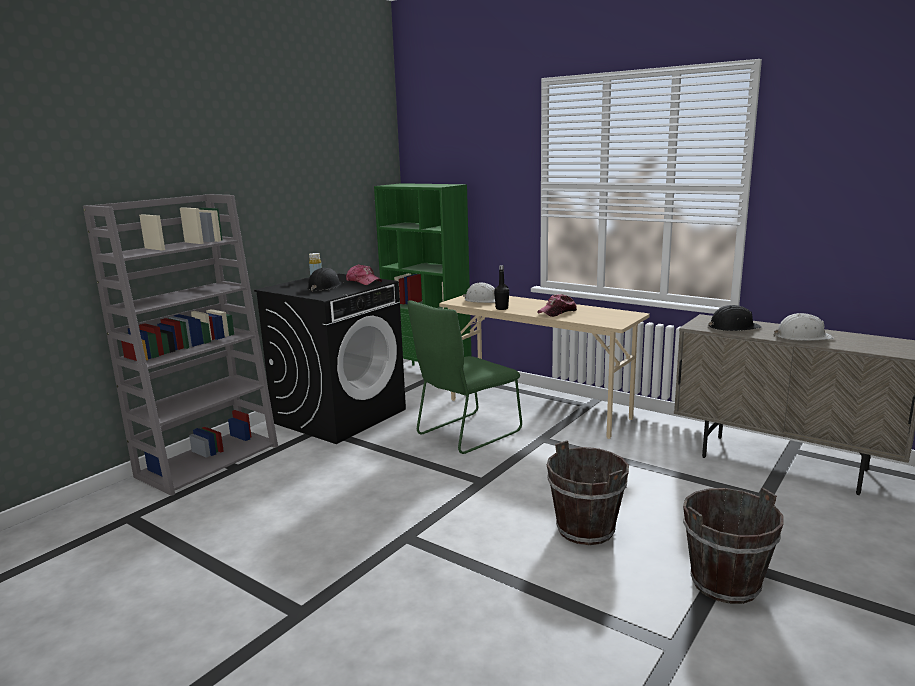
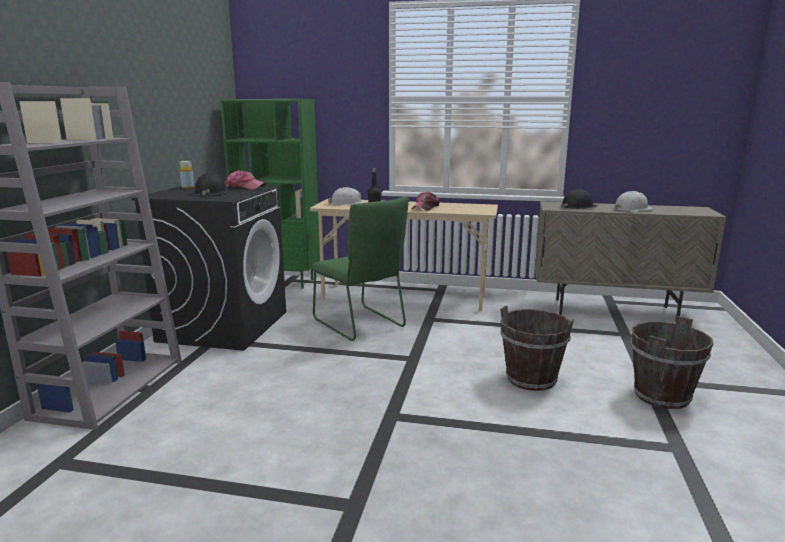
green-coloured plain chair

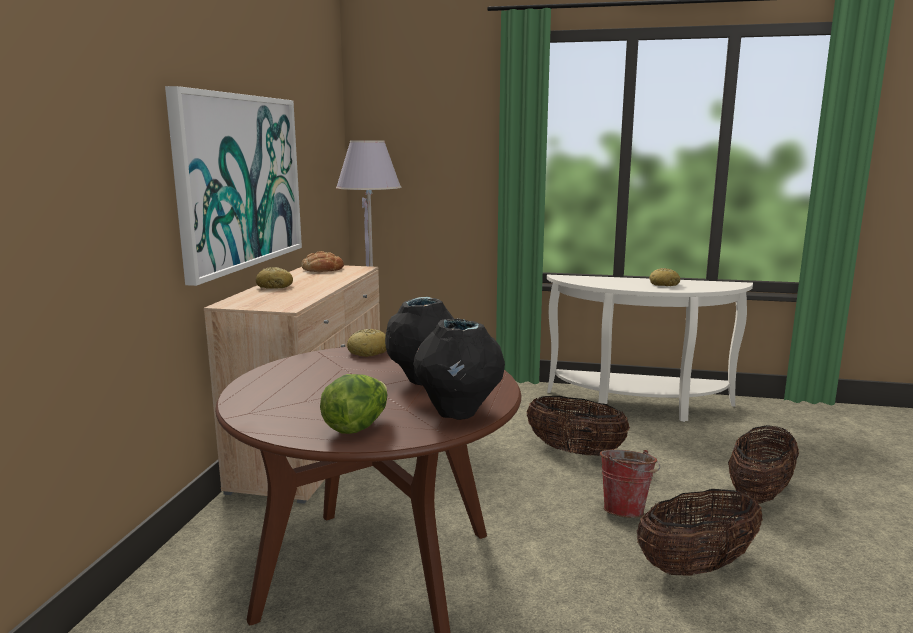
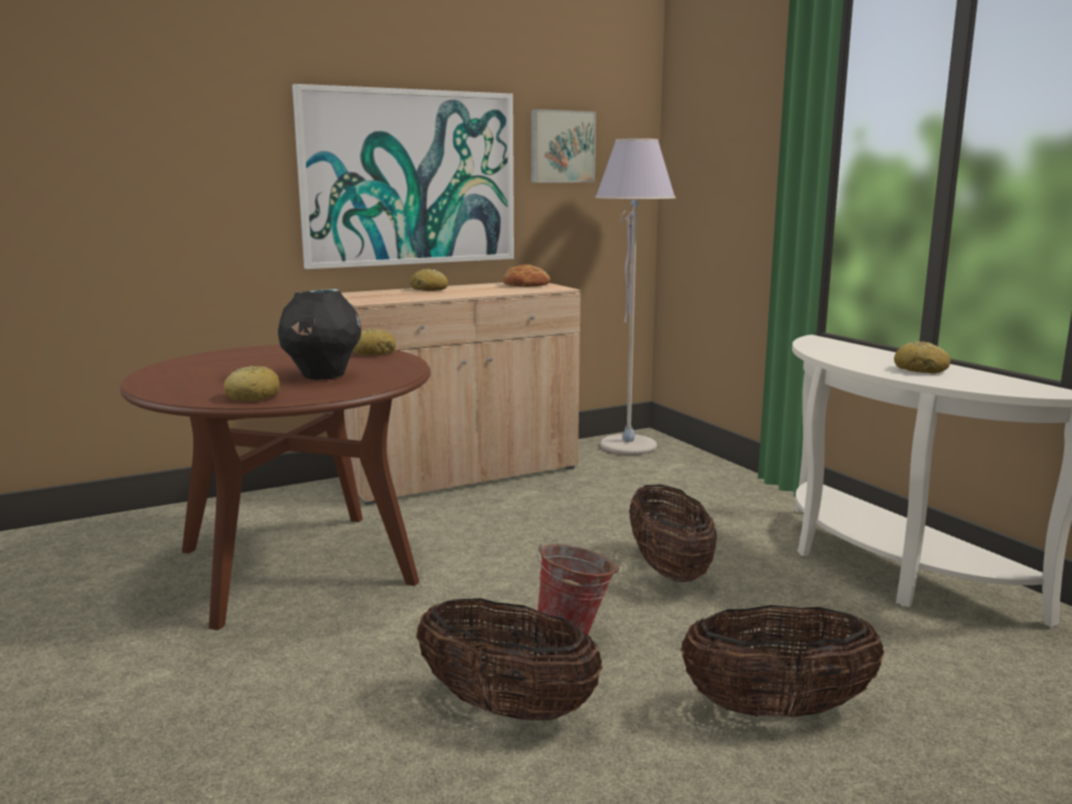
bakery bread (1st from left)
lettuce head
wall art (2nd from left)

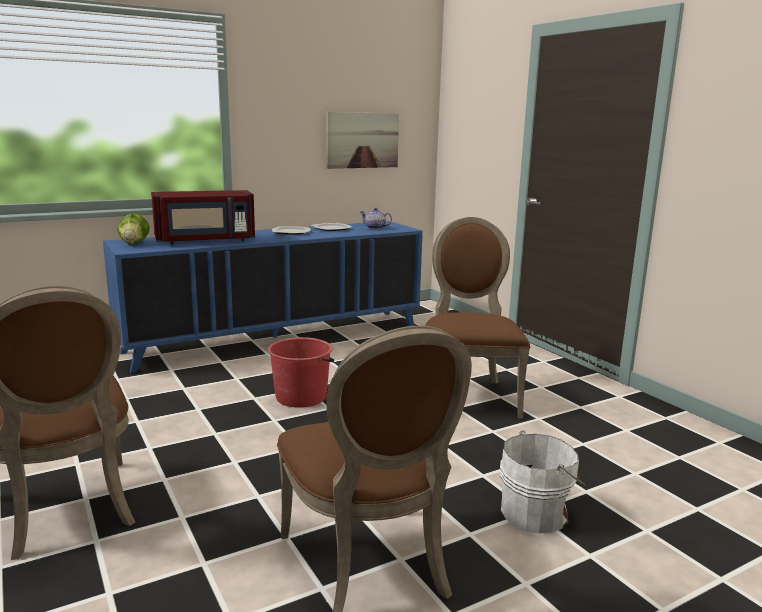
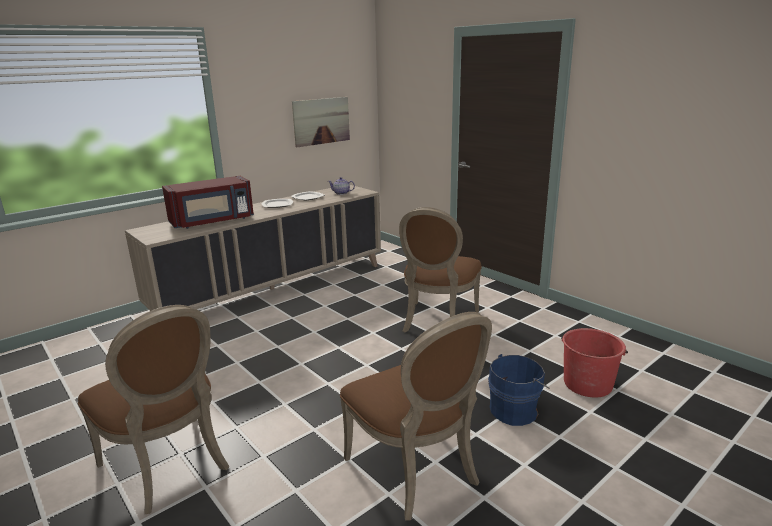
lettuce head
brownish plain chair (3rd from left)
sand-coloured storage cabinet
red bucket
bluish bucket

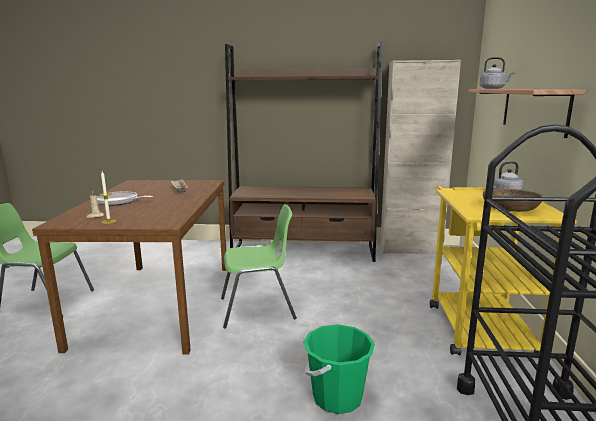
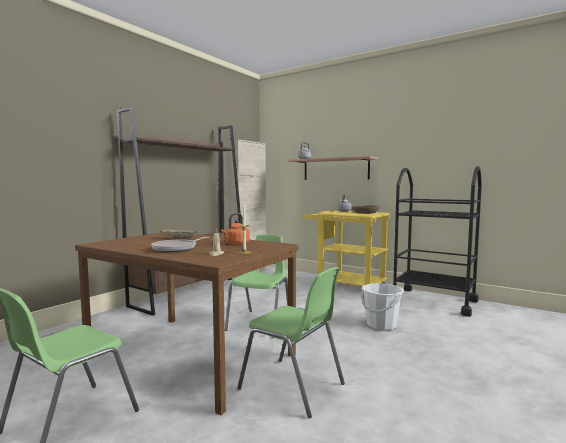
white-coloured bucket
orange water kettle
green-coloured plain chair (3rd from left)

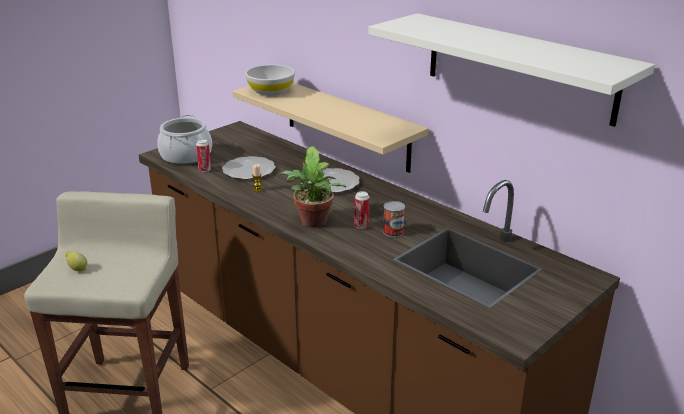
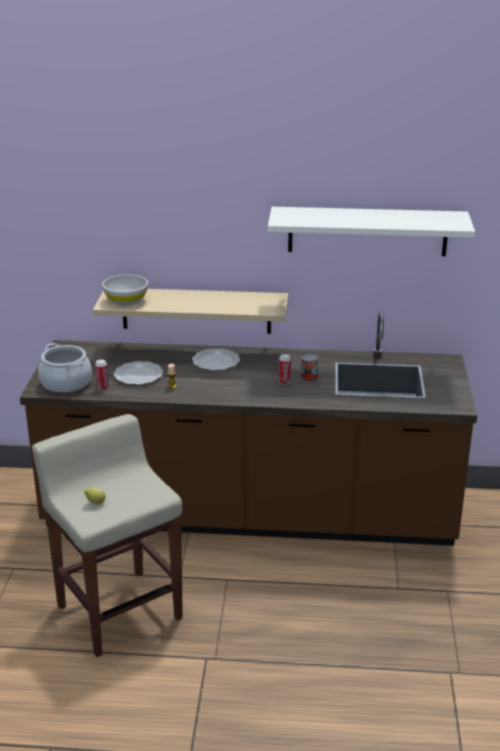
plant in a pot

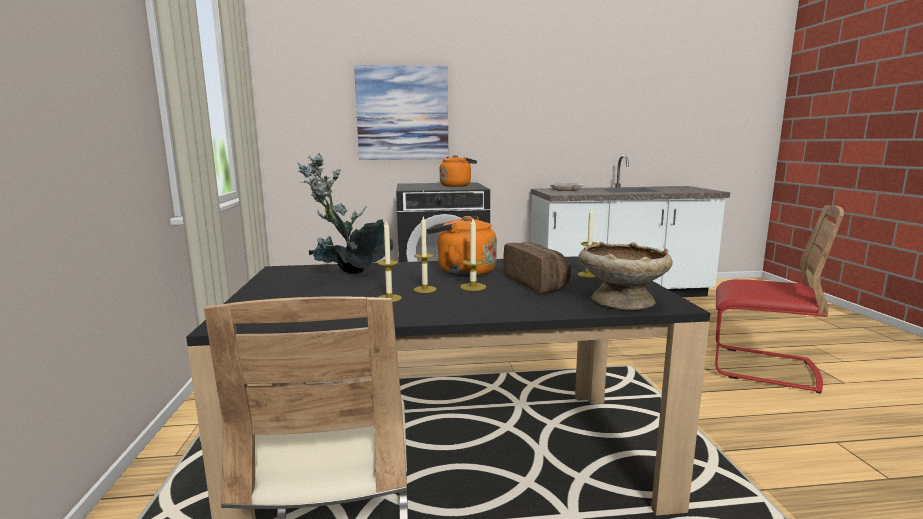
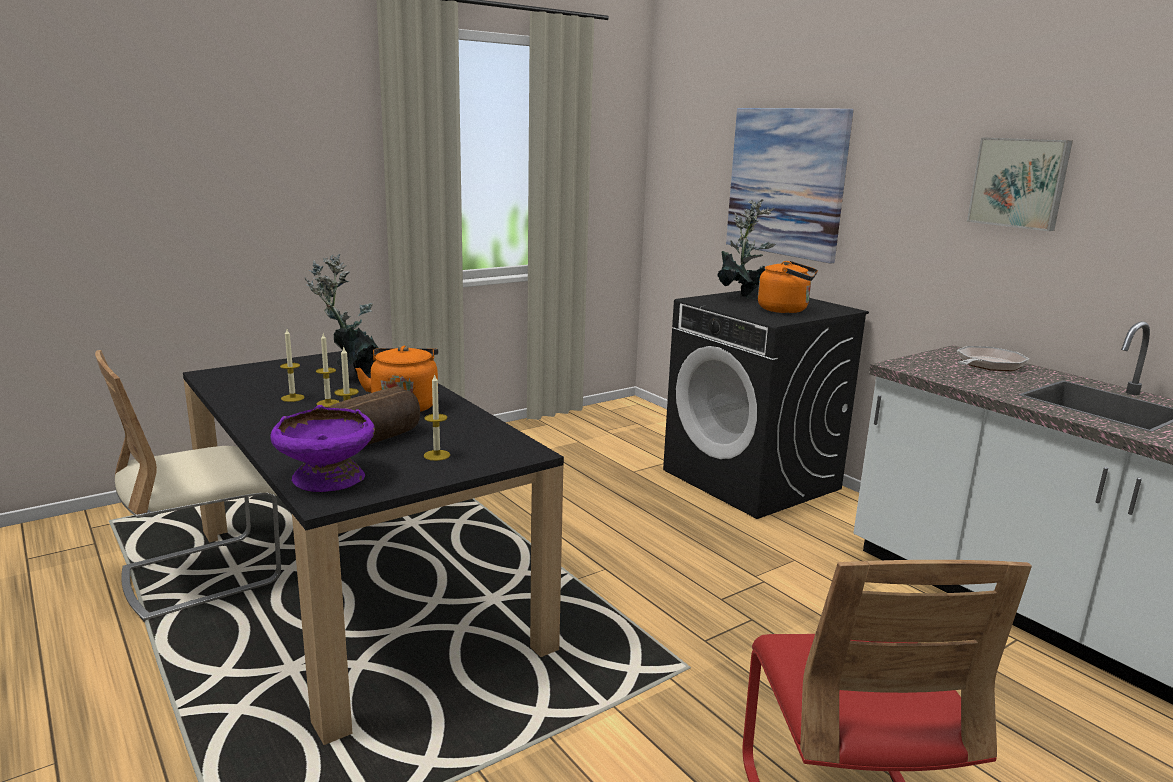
purplish bowl
wall art (2nd from left)
plant in a pot (2nd from left)

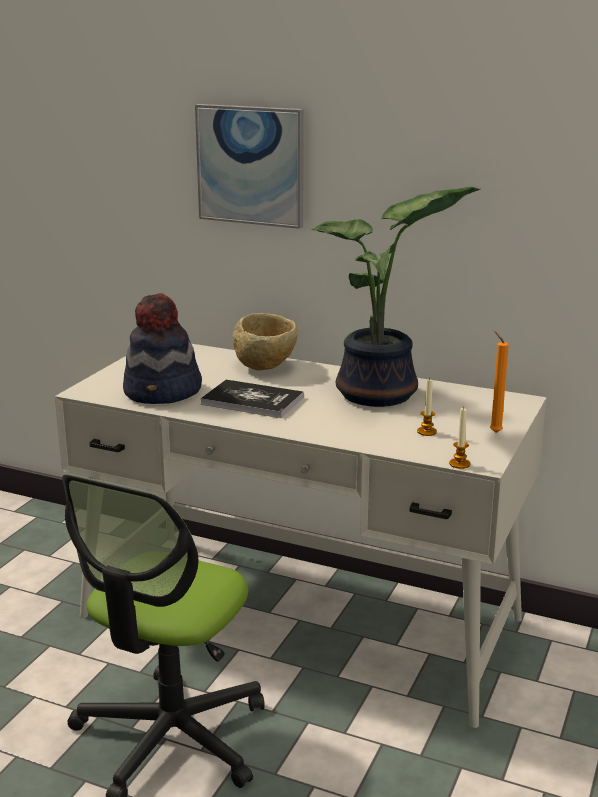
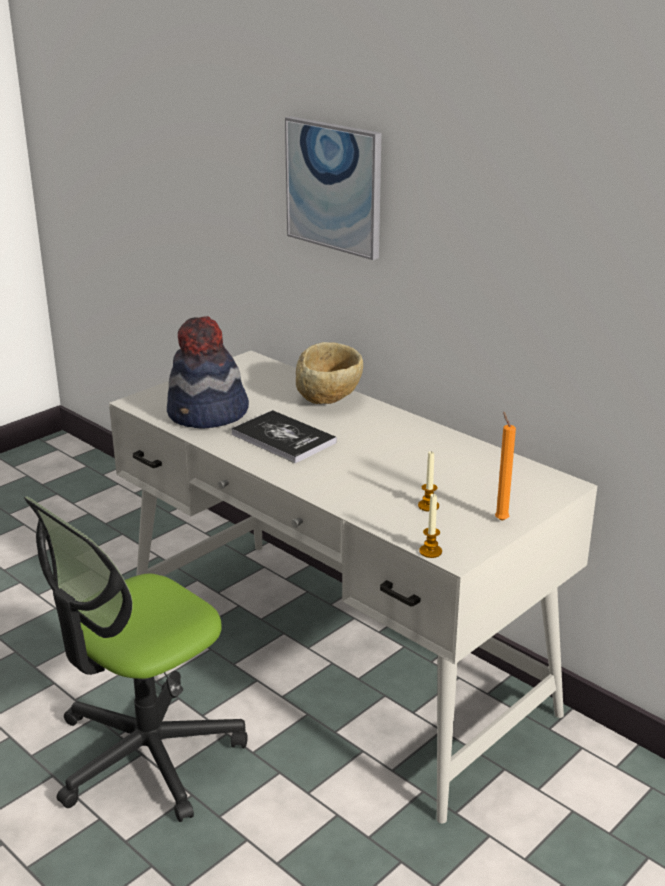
plant in a pot

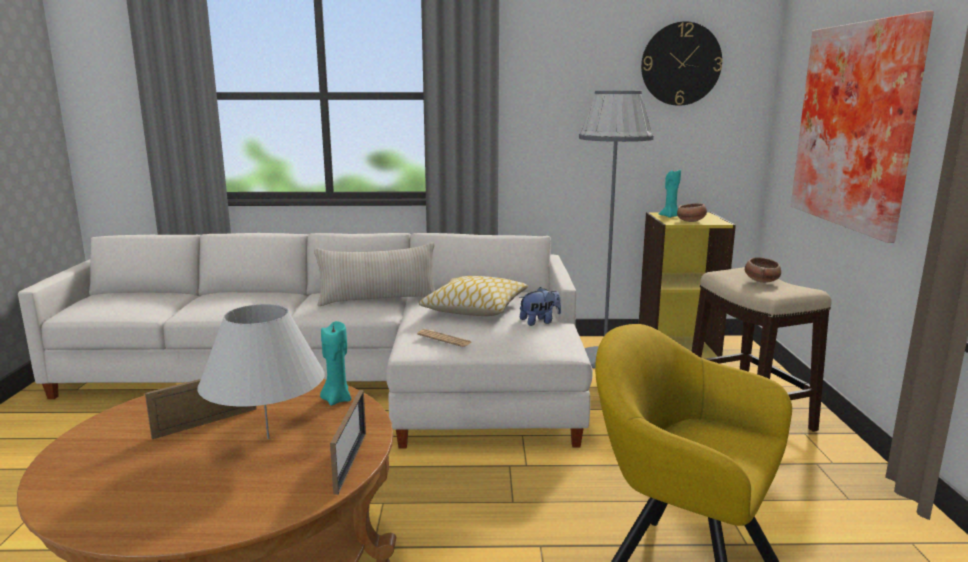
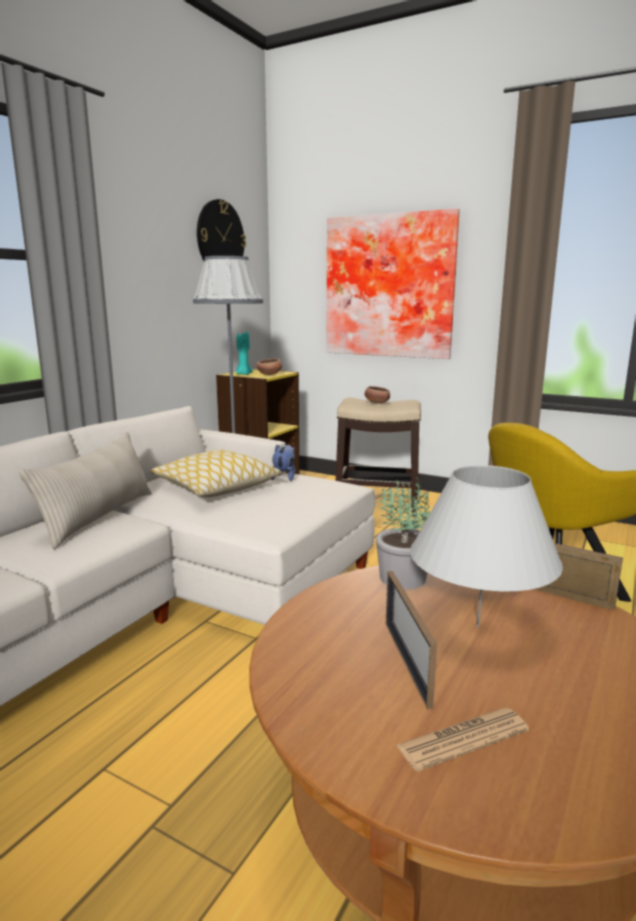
plant in a pot
daily paper

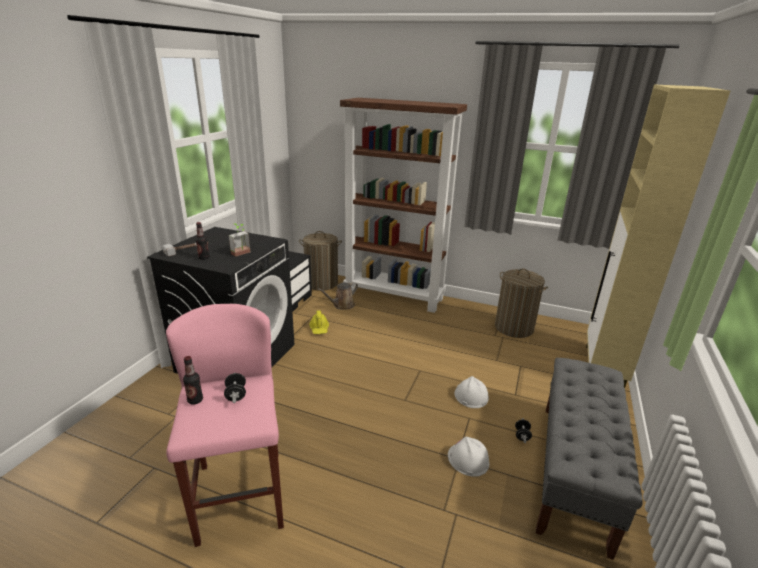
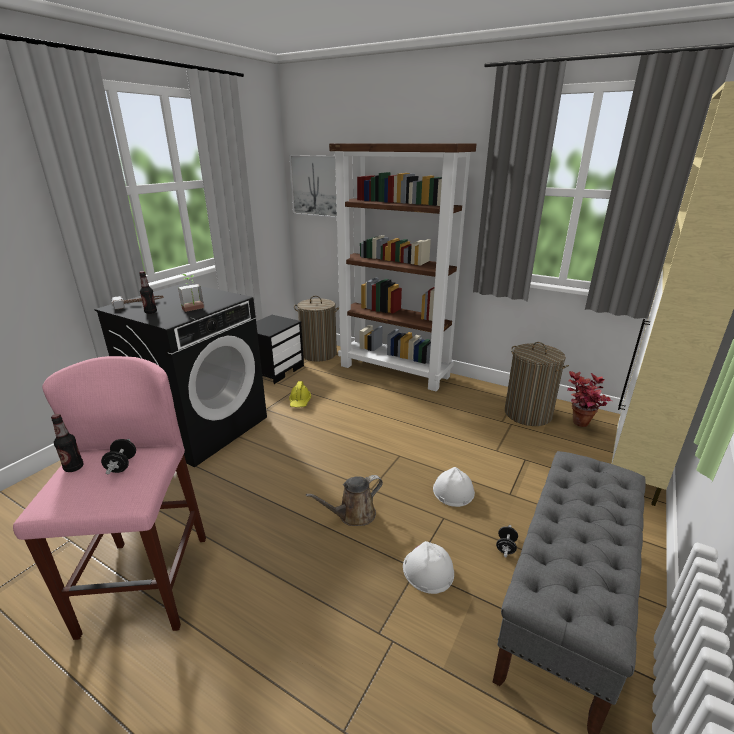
brownish watering can
wall art
plant in a pot (2nd from left)

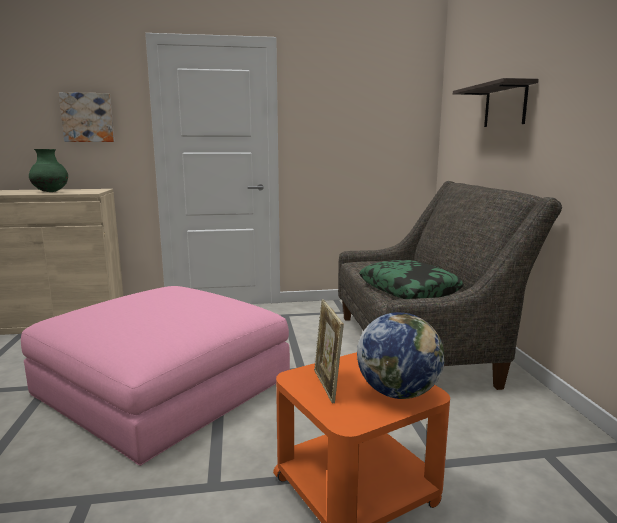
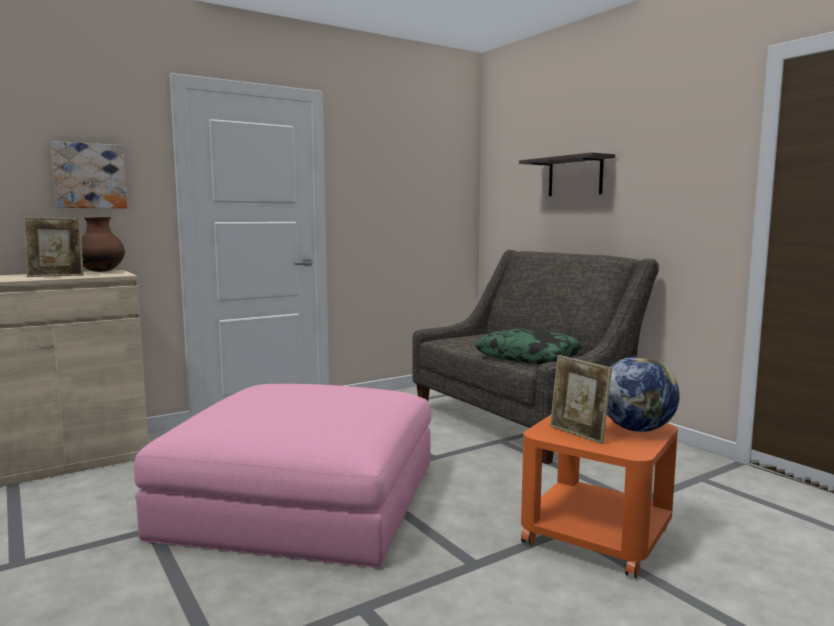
picture frame (1st from left)
brownish vase

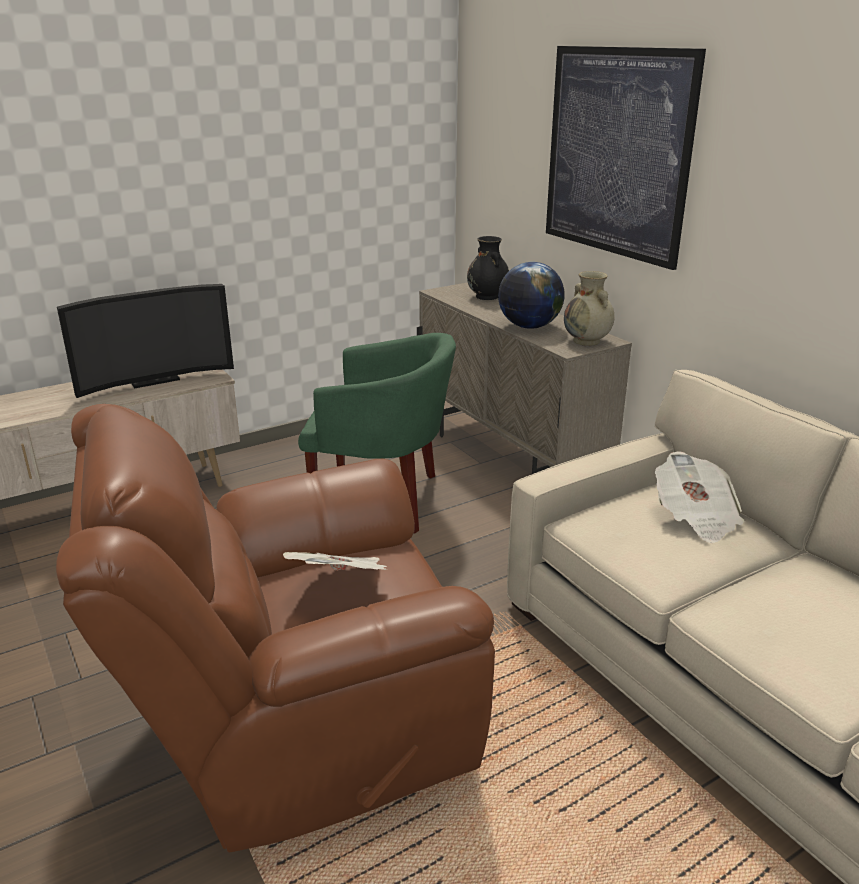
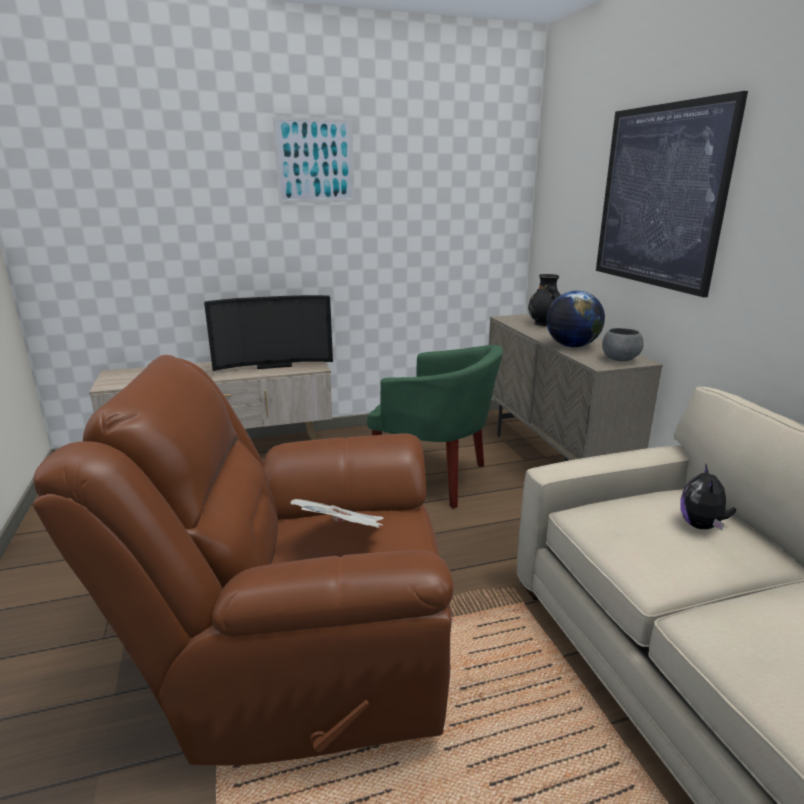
grey bowl
soft toy
wall art (1st from left)

